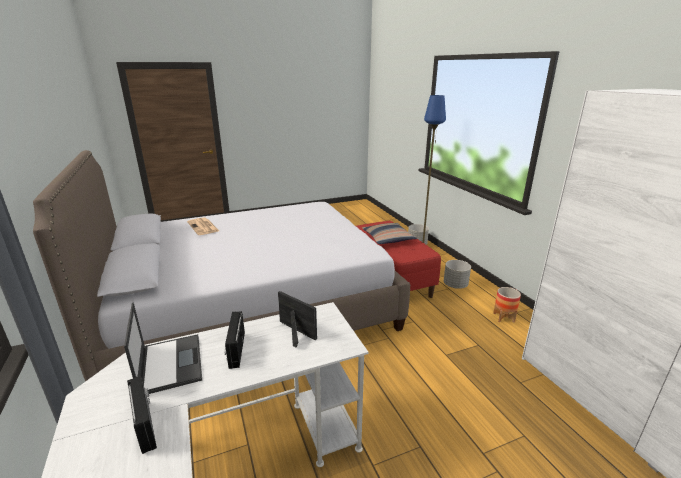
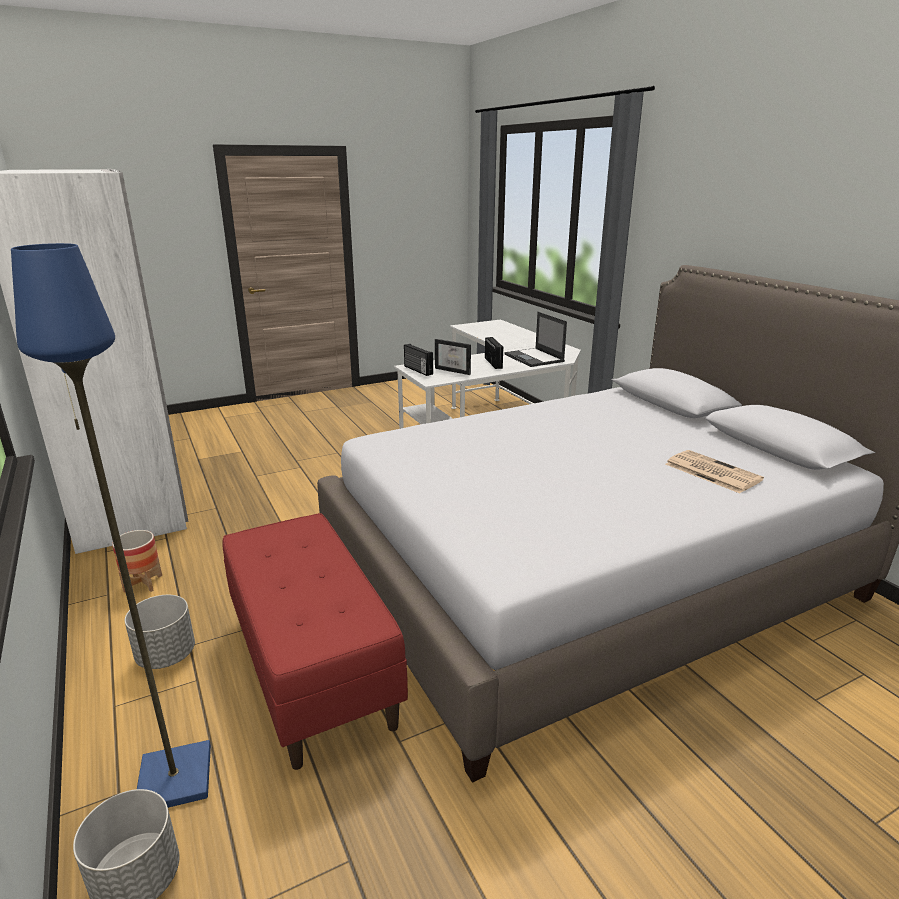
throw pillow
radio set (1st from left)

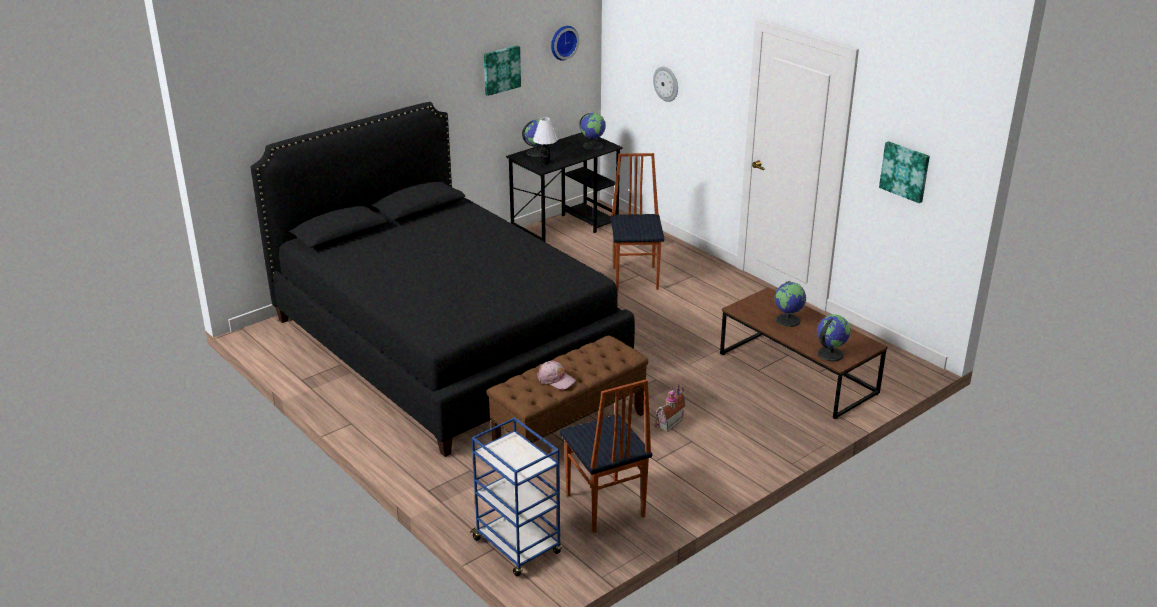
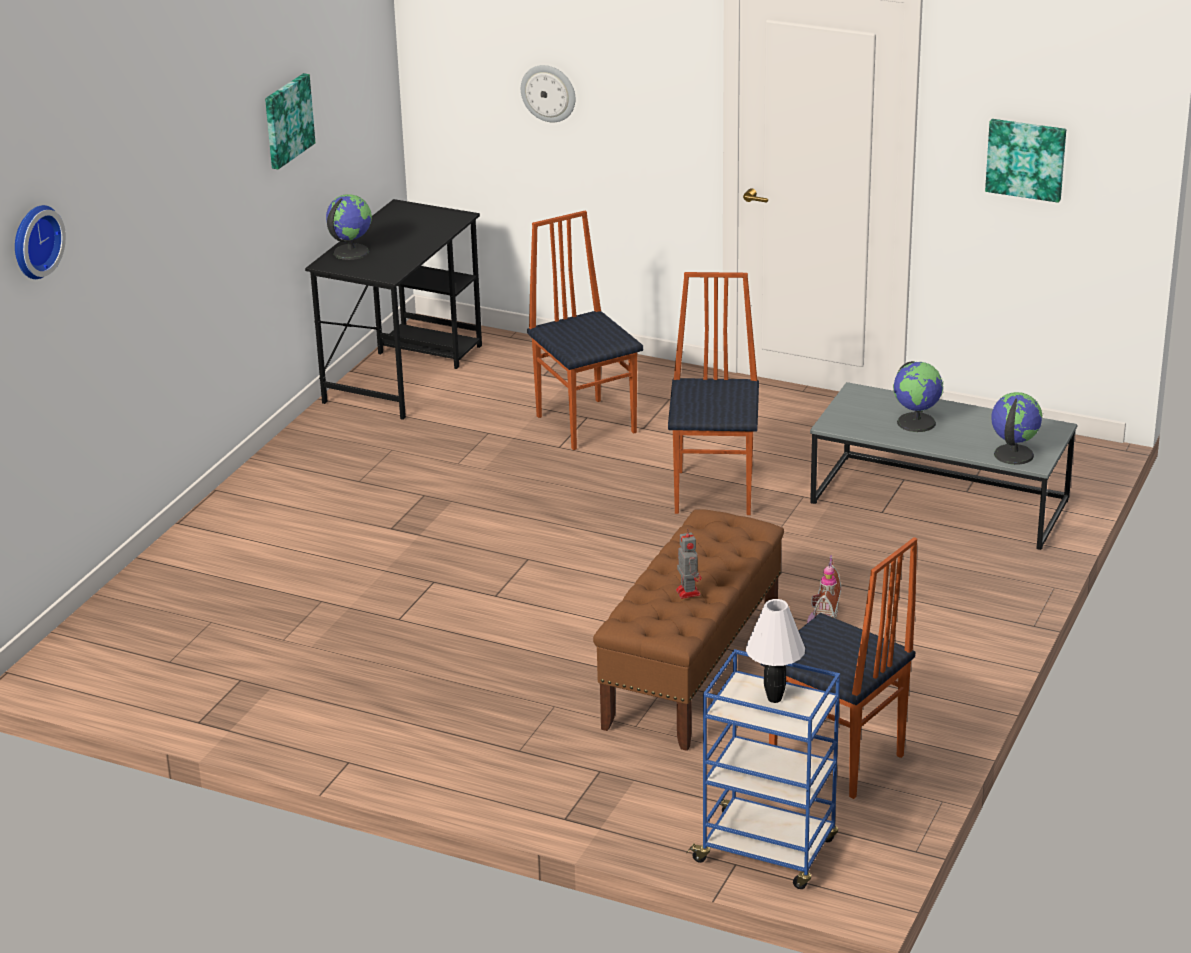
clock on the wall (1st from left)
black-coloured sleeping bed
desk globe (2nd from left in the first image)
white-coloured table lamp
grey coffee table
toy robot
plain chair (2nd from left)

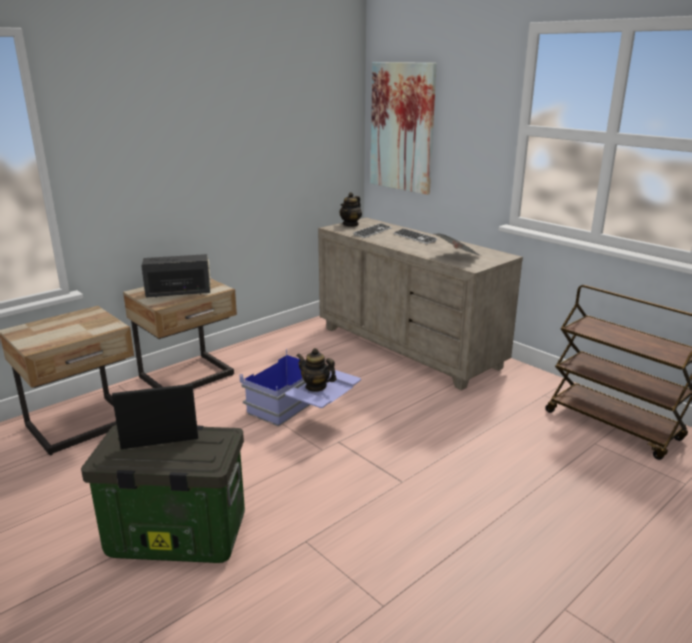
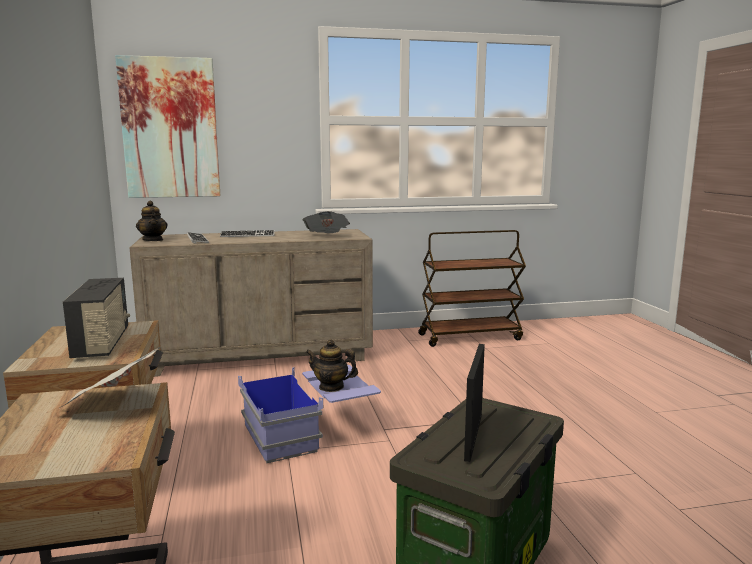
radio set
tea pot (2nd from left)
daily paper (1st from left)

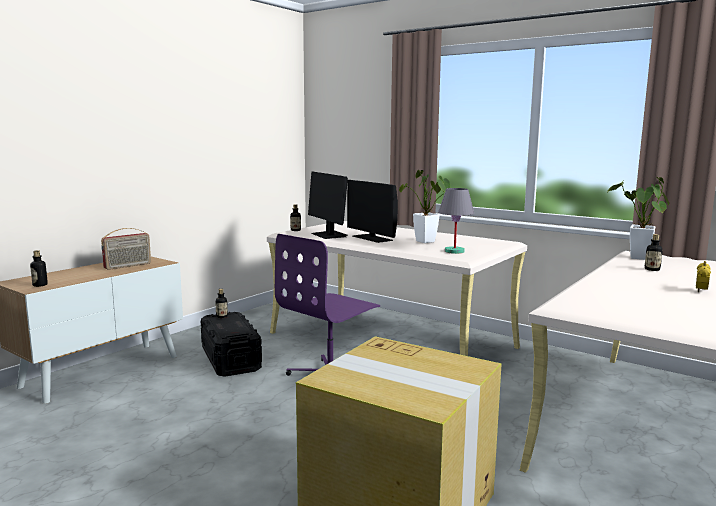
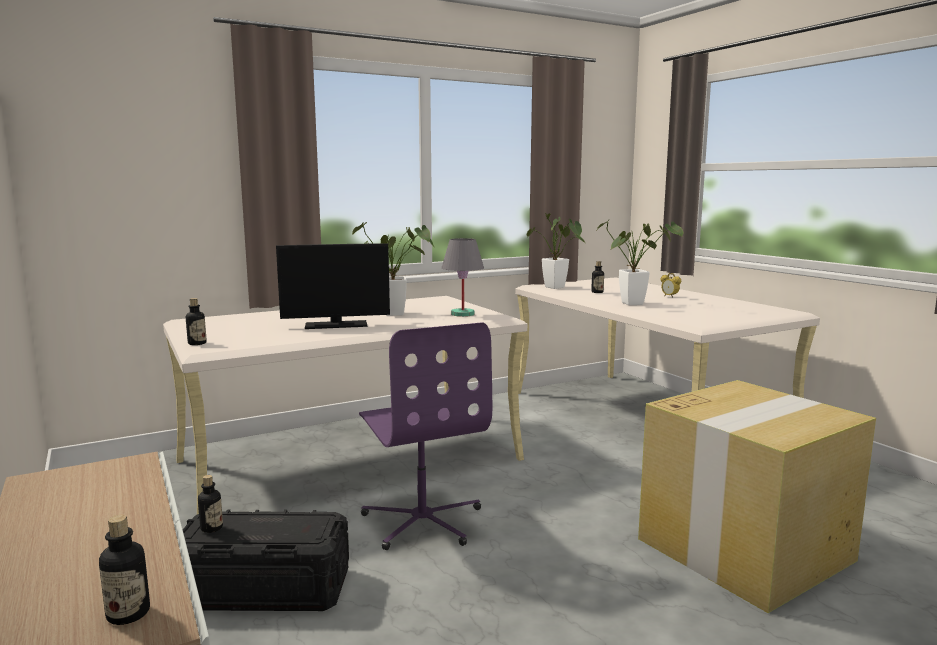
computer display (1st from left in the first image)
radio set
plant in a pot (3rd from left)

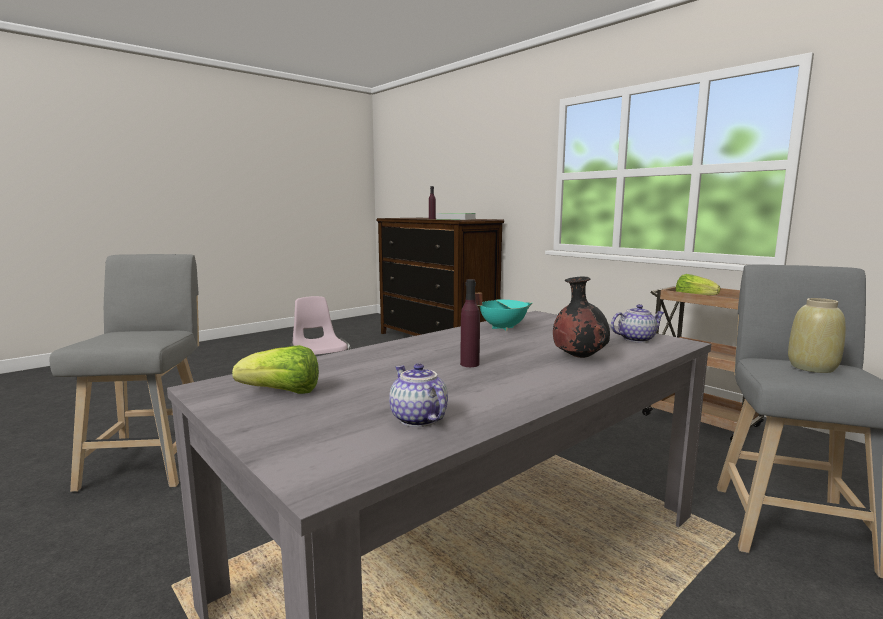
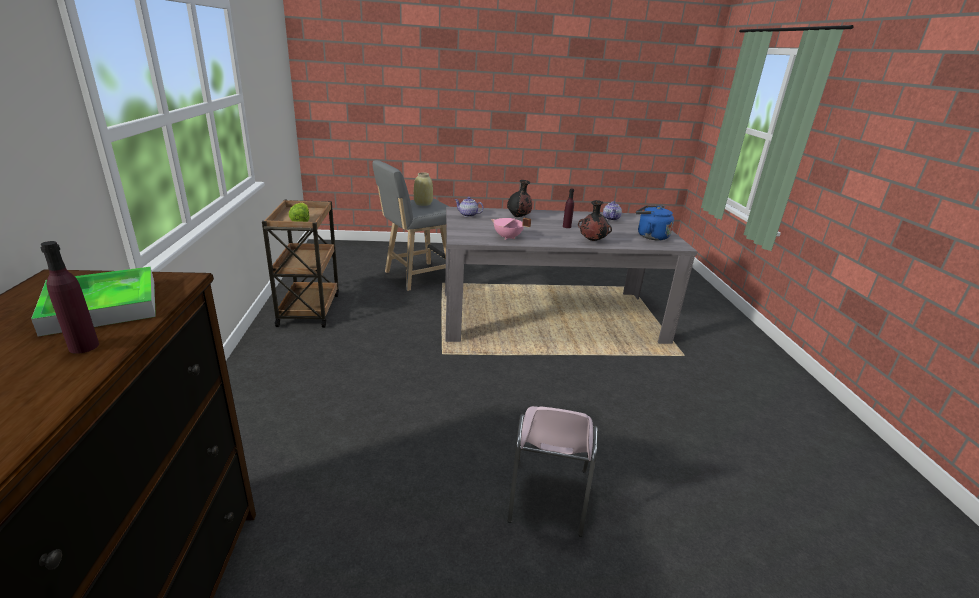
grey sitting stool (1st from left in the first image)
pink-coloured cooking pot
bluish water kettle
black-coloured vase (2nd from left)

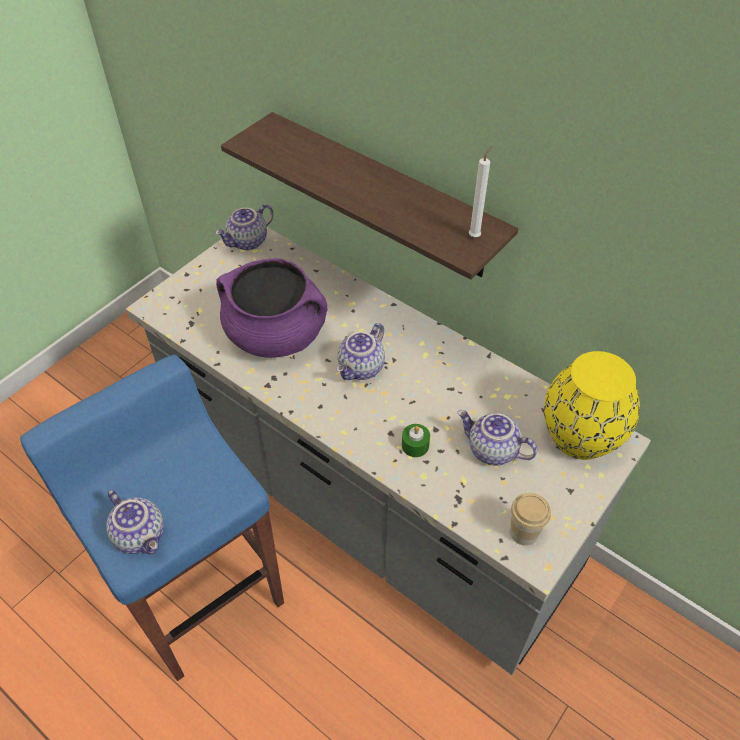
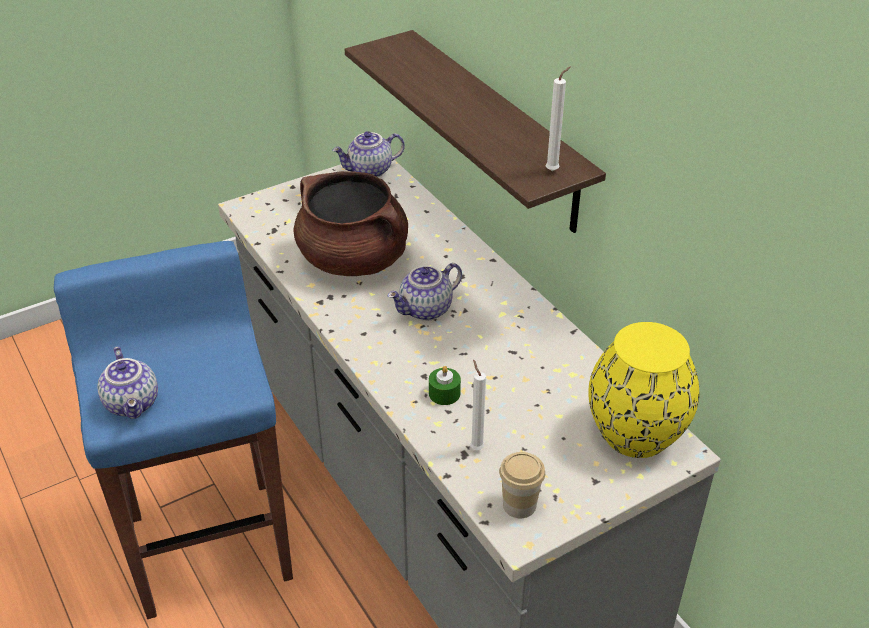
brownish cooking pot
tea pot (4th from left in the first image)
white-coloured wax candle (1st from left)

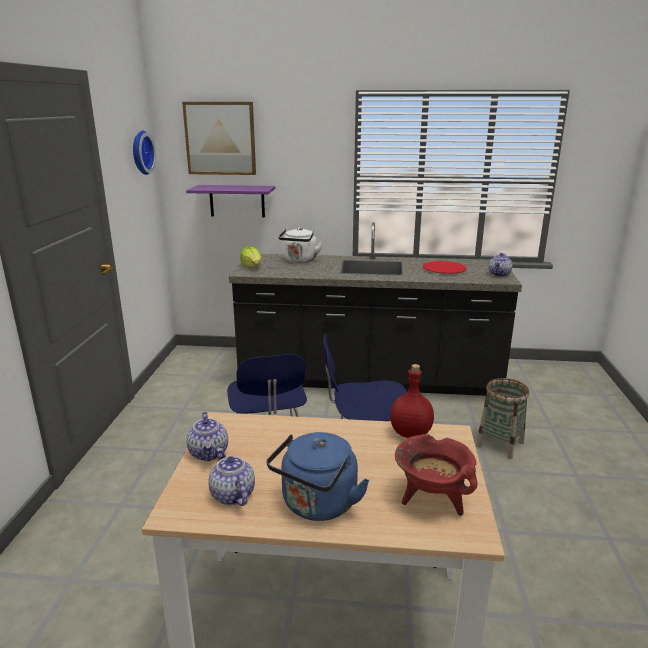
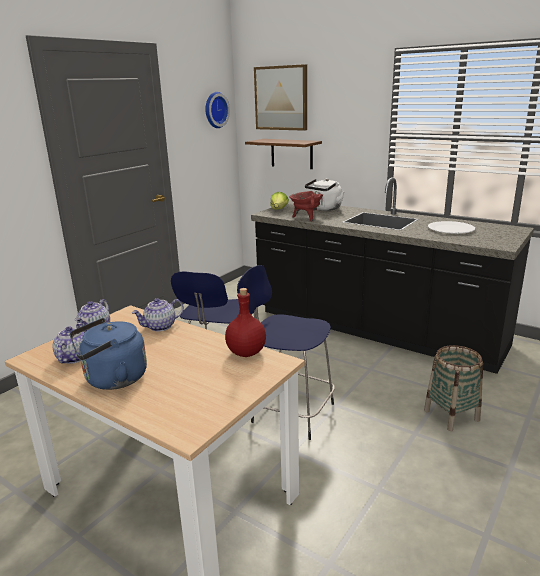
brownish shelf
tea pot (3rd from left)
white-coloured plate
red cooking pot

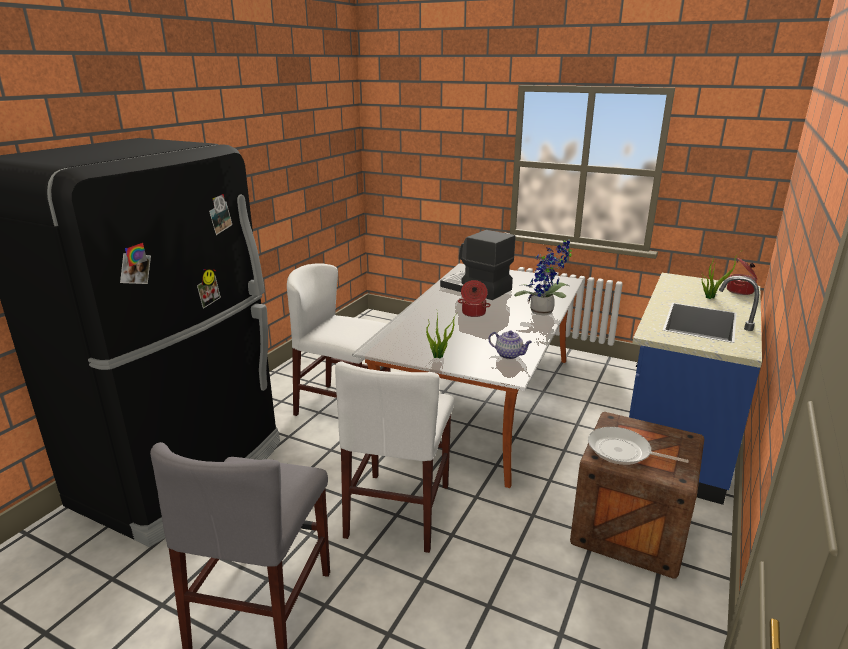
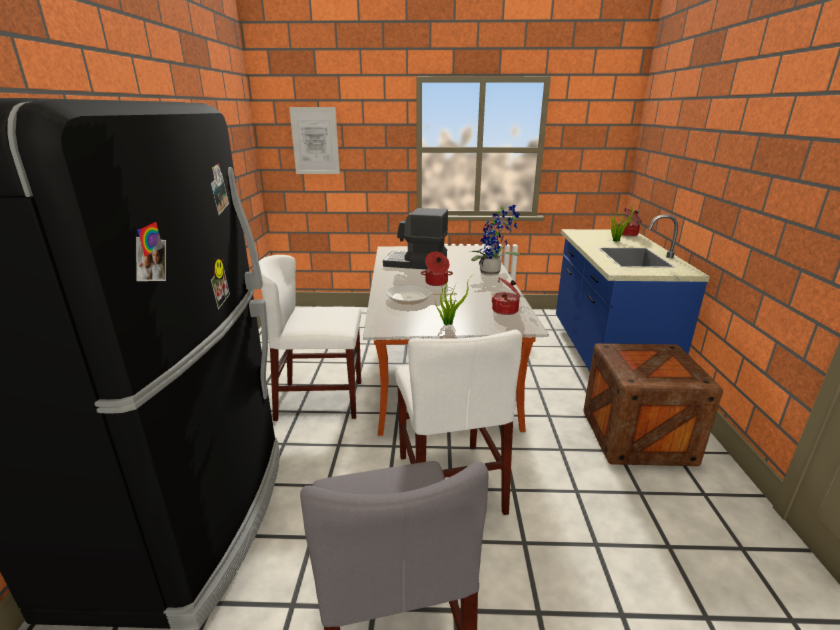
cooking pot (2nd from left)
pan
wall art

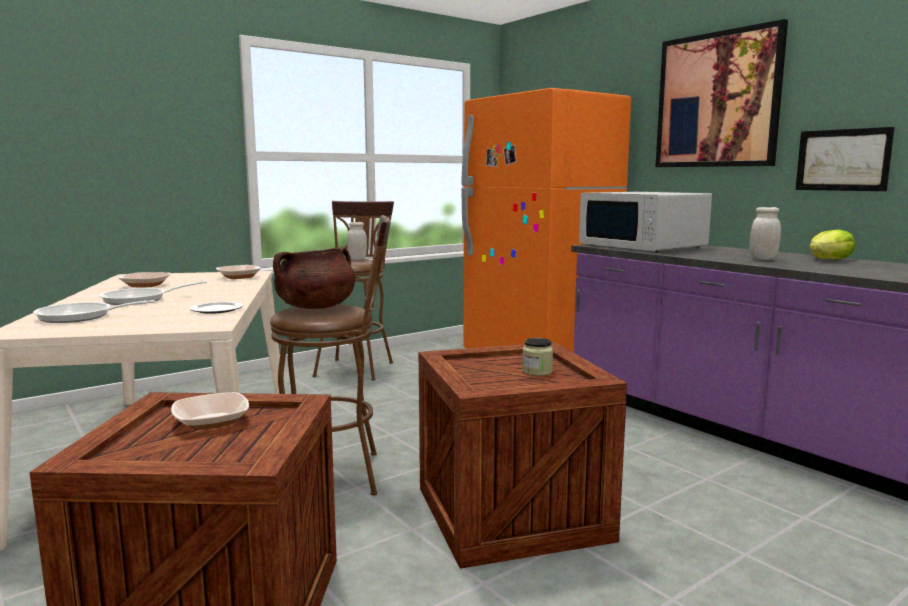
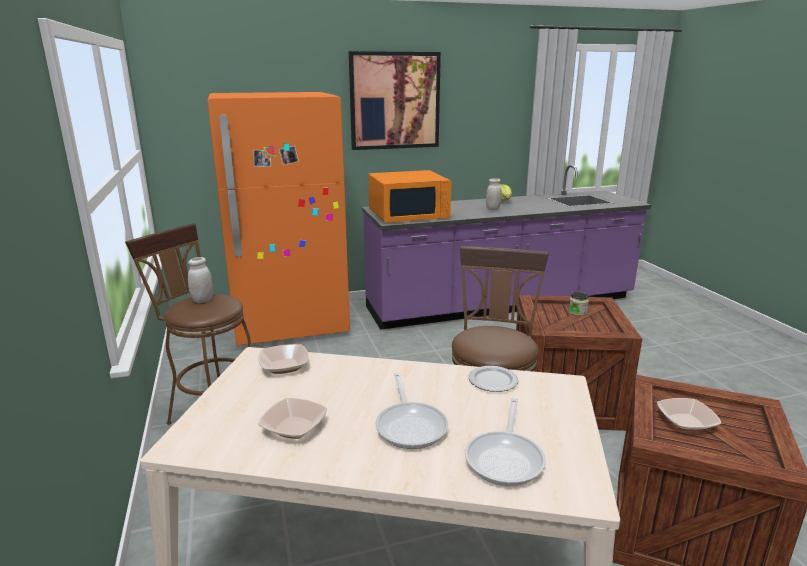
wall art (2nd from left in the first image)
orange kitchen microwave
brownish cooking pot

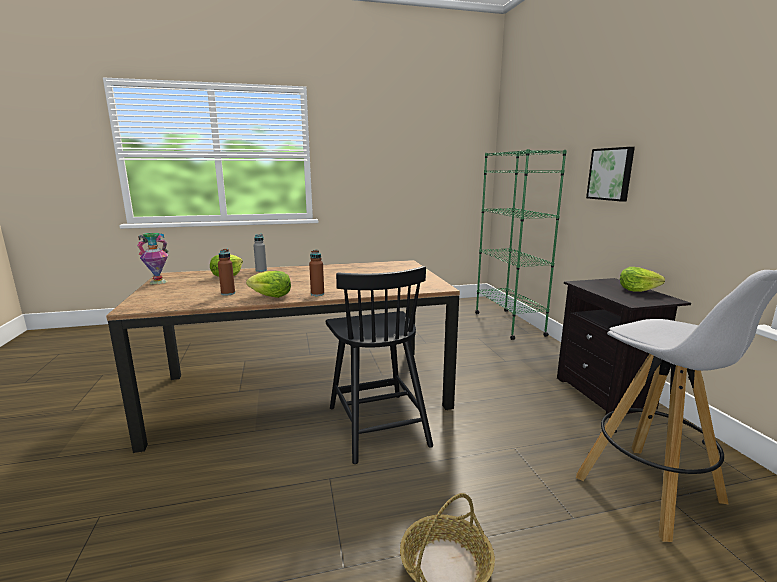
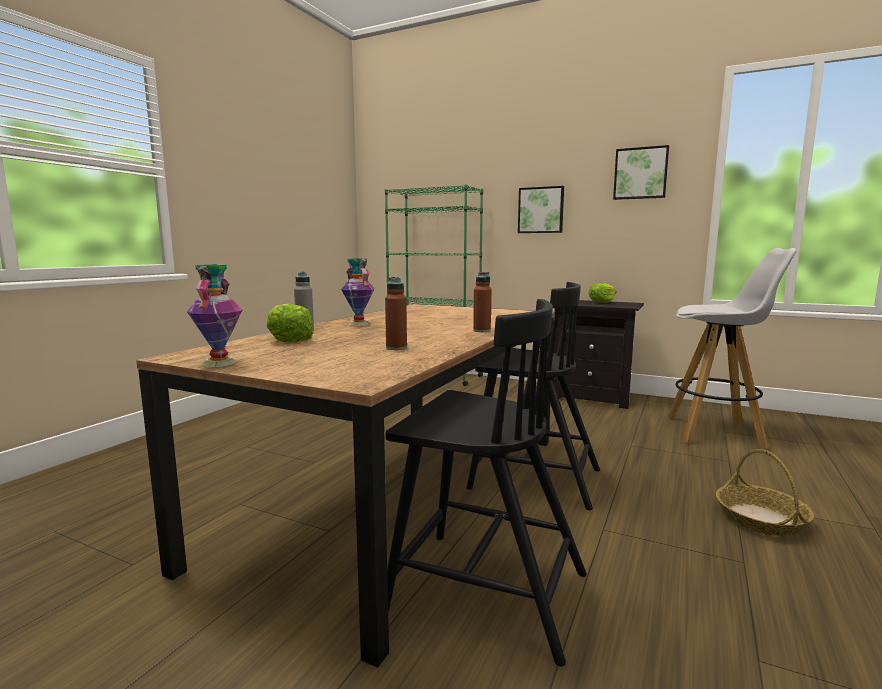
lettuce head (2nd from left in the first image)
wall art (2nd from left)
vase (2nd from left)
black-coloured plain chair (1st from left)

